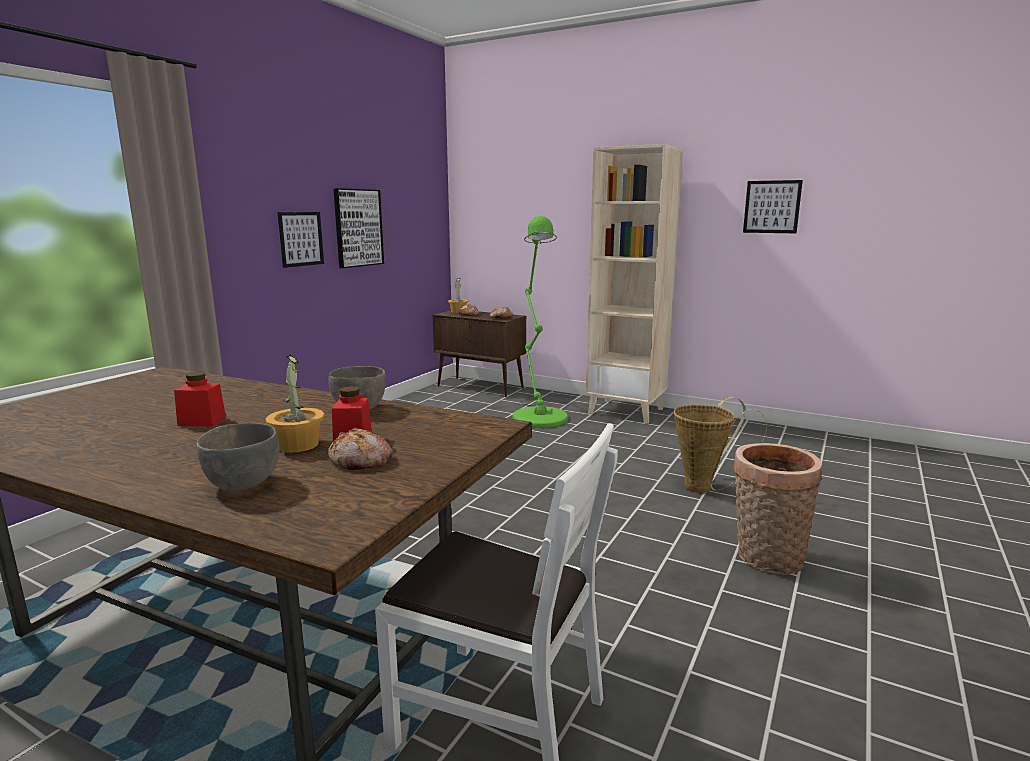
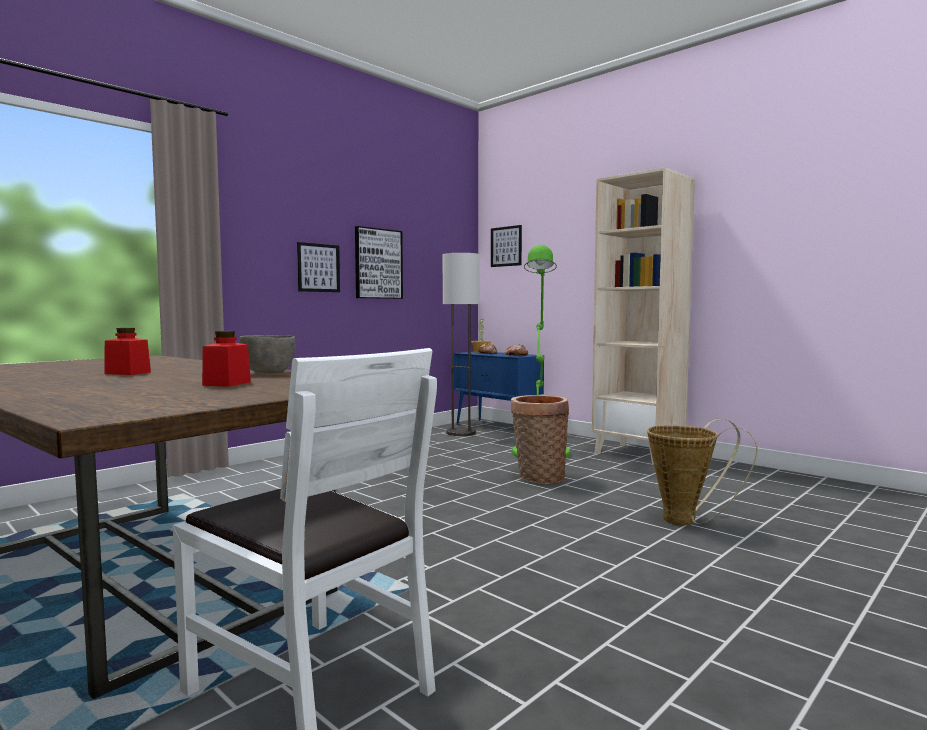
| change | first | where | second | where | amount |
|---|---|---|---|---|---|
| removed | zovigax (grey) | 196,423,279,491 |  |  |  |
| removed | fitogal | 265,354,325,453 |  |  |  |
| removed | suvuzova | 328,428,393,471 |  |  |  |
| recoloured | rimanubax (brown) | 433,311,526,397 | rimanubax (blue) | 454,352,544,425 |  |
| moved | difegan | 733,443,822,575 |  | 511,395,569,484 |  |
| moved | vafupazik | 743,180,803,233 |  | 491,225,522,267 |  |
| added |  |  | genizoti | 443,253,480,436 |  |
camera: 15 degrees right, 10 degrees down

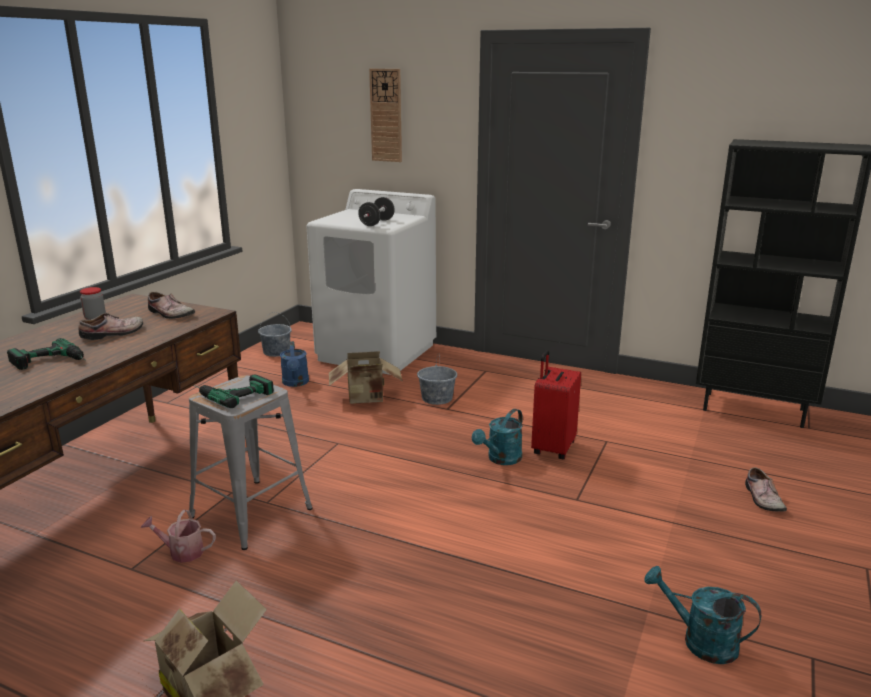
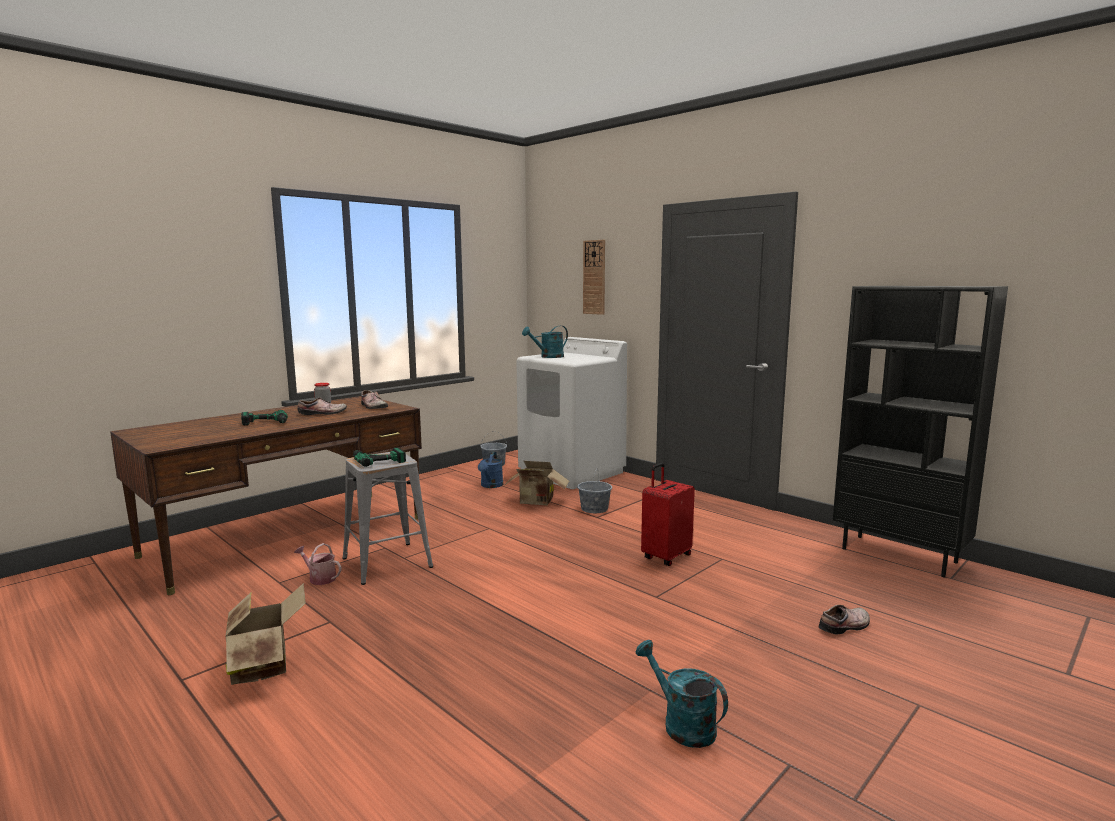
| change | first | where | second | where | amount |
|---|---|---|---|---|---|
| removed | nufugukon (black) | 358,197,395,226 |  |  |  |
| moved | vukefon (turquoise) | 472,409,523,465 |  | 522,326,568,358 |  |
| turned | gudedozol | 745,467,787,512 |  | 819,605,870,634 | 135 degrees counterclockwise |
camera: 20 degrees right, 10 degrees down

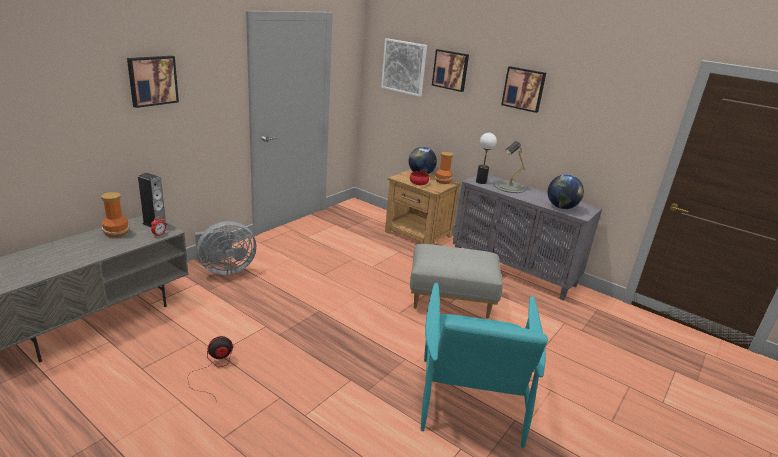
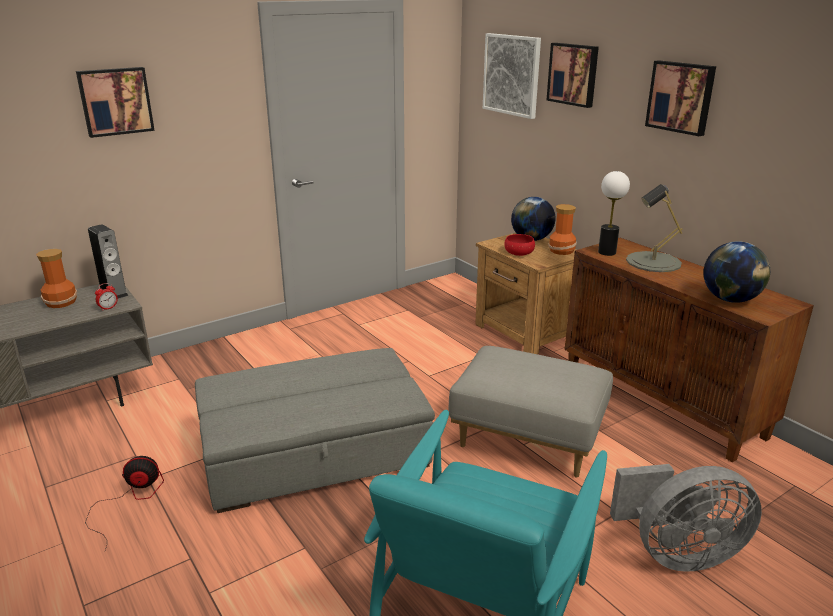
| change | first | where | second | where | amount |
|---|---|---|---|---|---|
| moved | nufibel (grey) | 195,221,256,275 |  | 610,464,762,572 |  |
| recoloured | rimanubax (grey) | 453,174,602,301 | rimanubax (brown) | 564,238,814,462 |  |
| added |  |  | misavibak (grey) | 195,348,435,513 |  |
camera: 20 degrees right, 0 degrees up

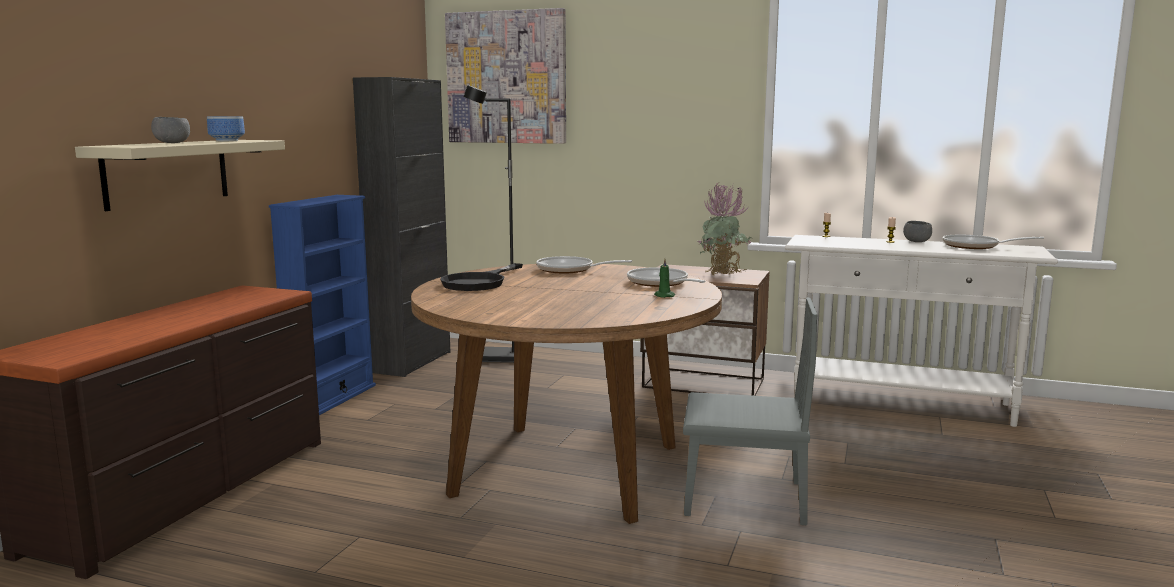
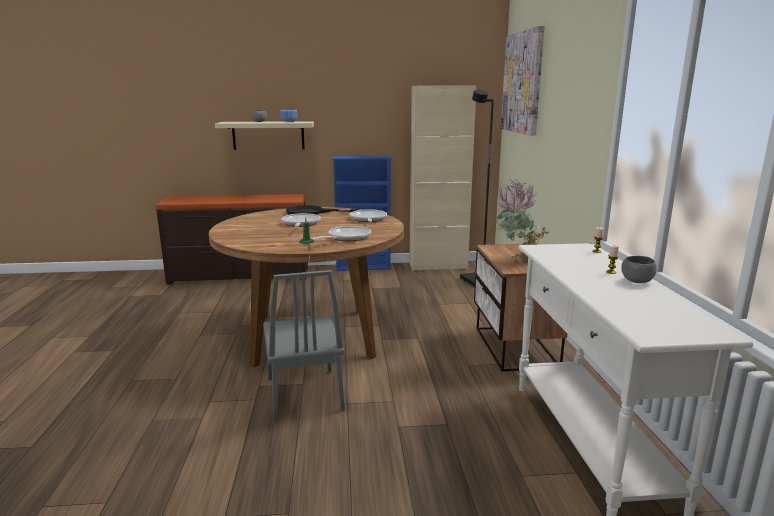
| change | first | where | second | where | amount |
|---|---|---|---|---|---|
| recoloured | rimanubax (black) | 353,77,451,377 | rimanubax (beige) | 409,86,477,271 |  |
| moved | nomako | 943,235,1044,249 |  | 281,213,320,227 |  |
camera: 65 degrees right, 5 degrees up

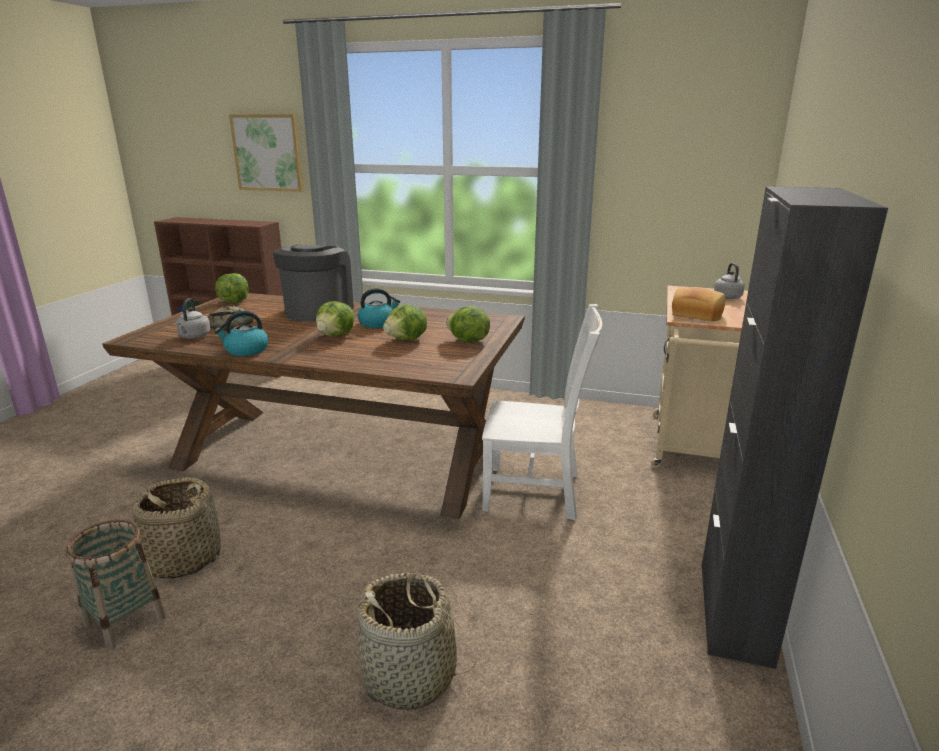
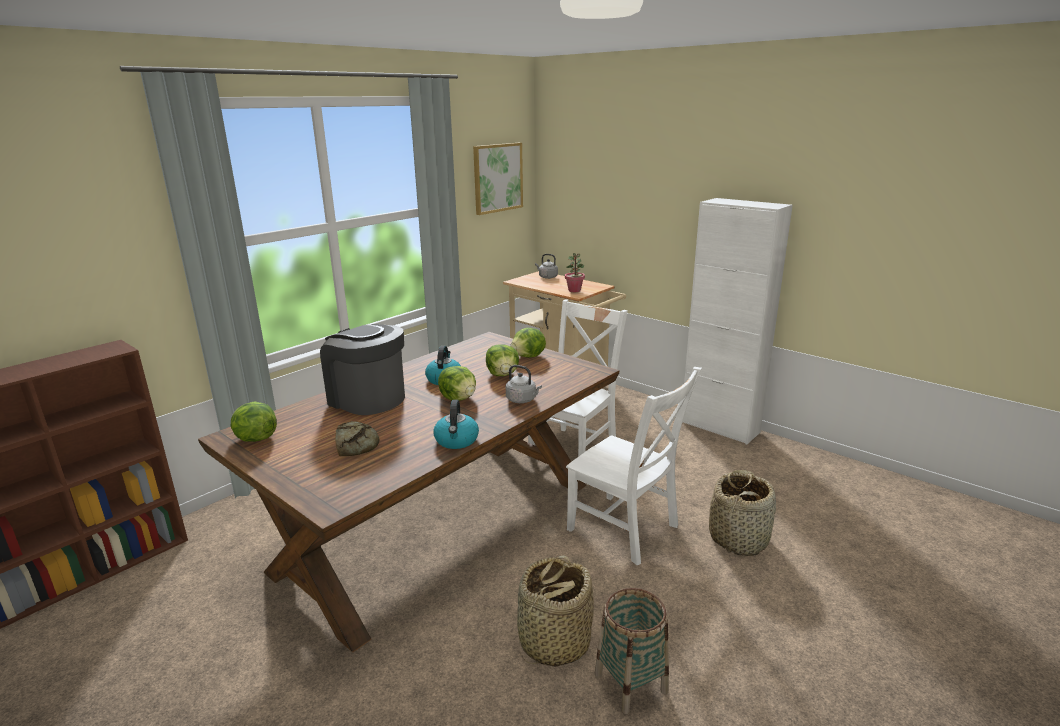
| change | first | where | second | where | amount |
|---|---|---|---|---|---|
| moved | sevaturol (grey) | 176,298,211,339 |  | 506,365,542,403 |  |
| moved | vafupazik | 229,114,304,192 |  | 473,143,523,215 |  |
| replaced | suvuzova | 672,287,725,322 | fitogal | 565,253,585,292 |  |
| recoloured | rimanubax (black) | 702,186,888,669 | rimanubax (white) | 682,198,793,445 |  |
| added |  |  | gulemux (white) | 566,367,702,565 |  |
camera: 65 degrees left, 0 degrees up

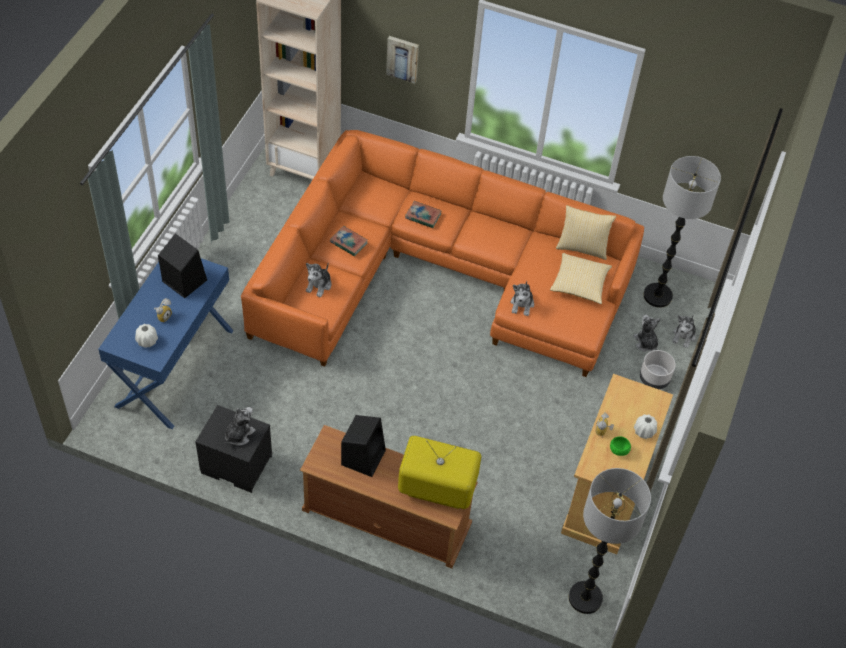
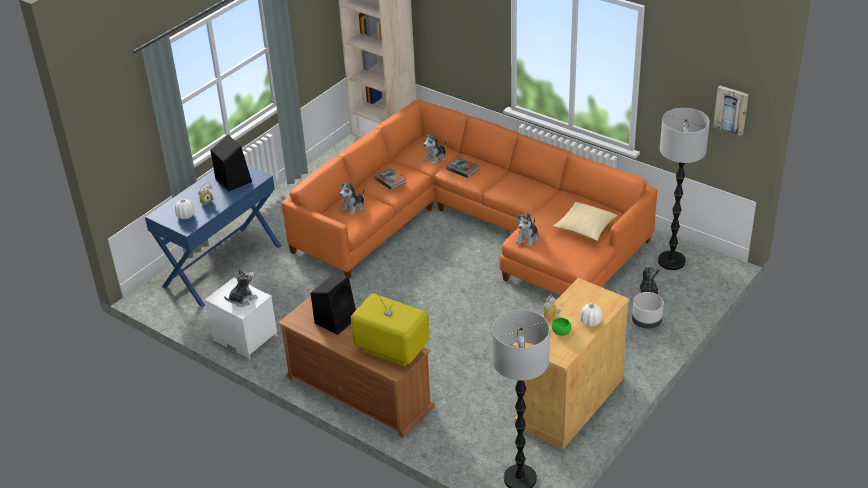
| change | first | where | second | where | amount |
|---|---|---|---|---|---|
| recoloured | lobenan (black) | 195,405,272,493 | lobenan (white) | 205,278,277,359 |  |
| moved | vafupazik | 386,36,419,84 |  | 713,86,749,136 |  |
| removed | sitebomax | 556,205,617,260 |  |  |  |
| moved | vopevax | 672,315,696,348 |  | 423,133,446,165 |  |
camera: 20 degrees right, 15 degrees down

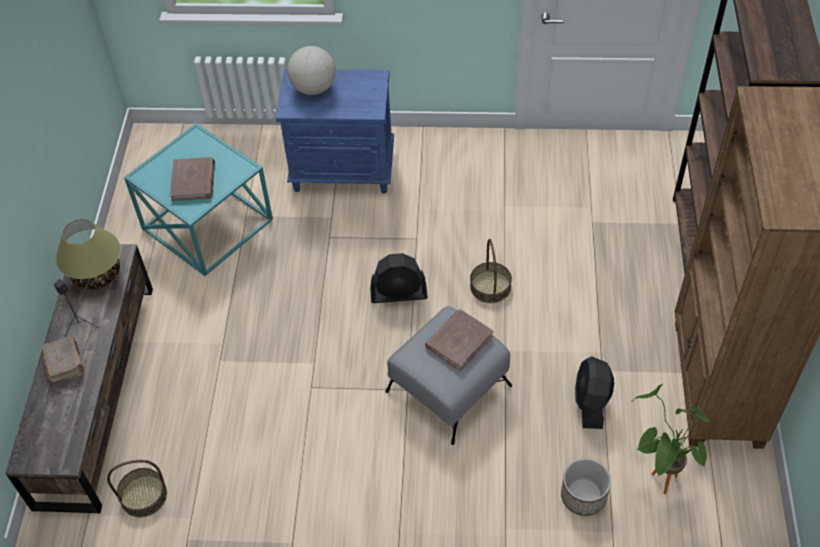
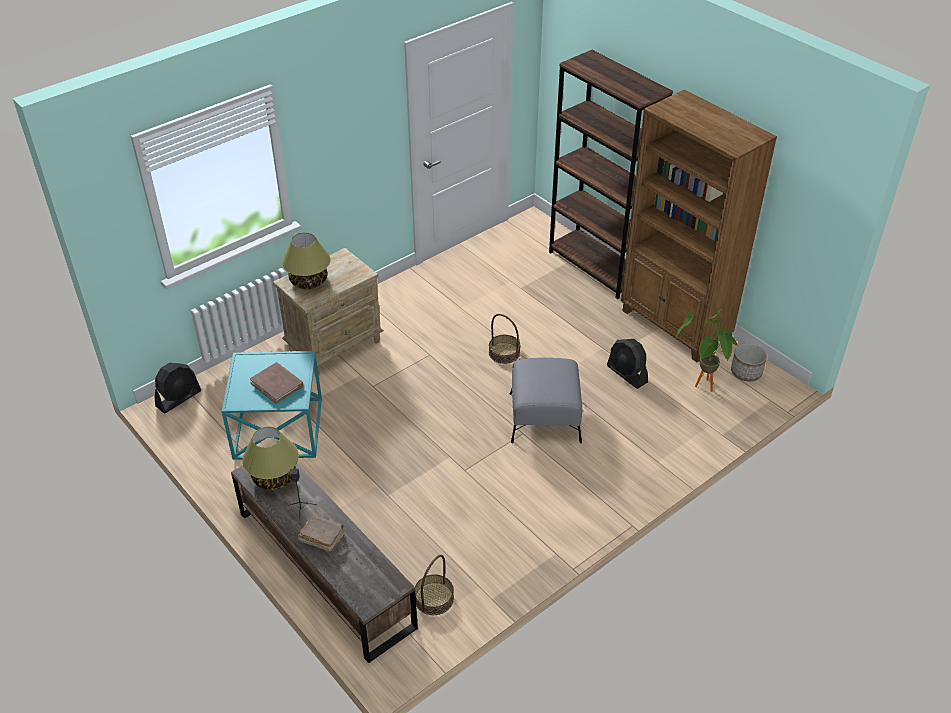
| change | first | where | second | where | amount |
|---|---|---|---|---|---|
| recoloured | lobenan (blue) | 276,69,394,193 | lobenan (beige) | 273,248,384,374 |  |
| replaced | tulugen | 287,46,336,95 | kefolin | 282,232,331,289 |  |
| moved | nufibel (black) | 370,253,428,303 |  | 155,363,201,413 |  |
| removed | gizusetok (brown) | 425,309,493,371 |  |  |  |
| moved | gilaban | 561,458,611,516 |  | 731,343,767,381 |  |
camera: 45 degrees left, 10 degrees down

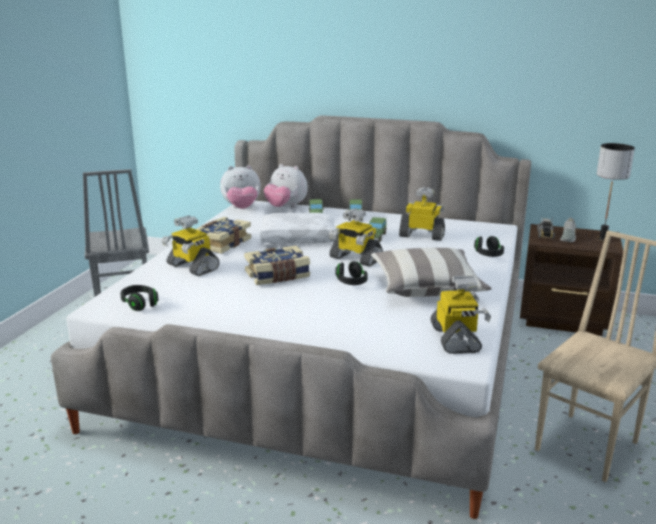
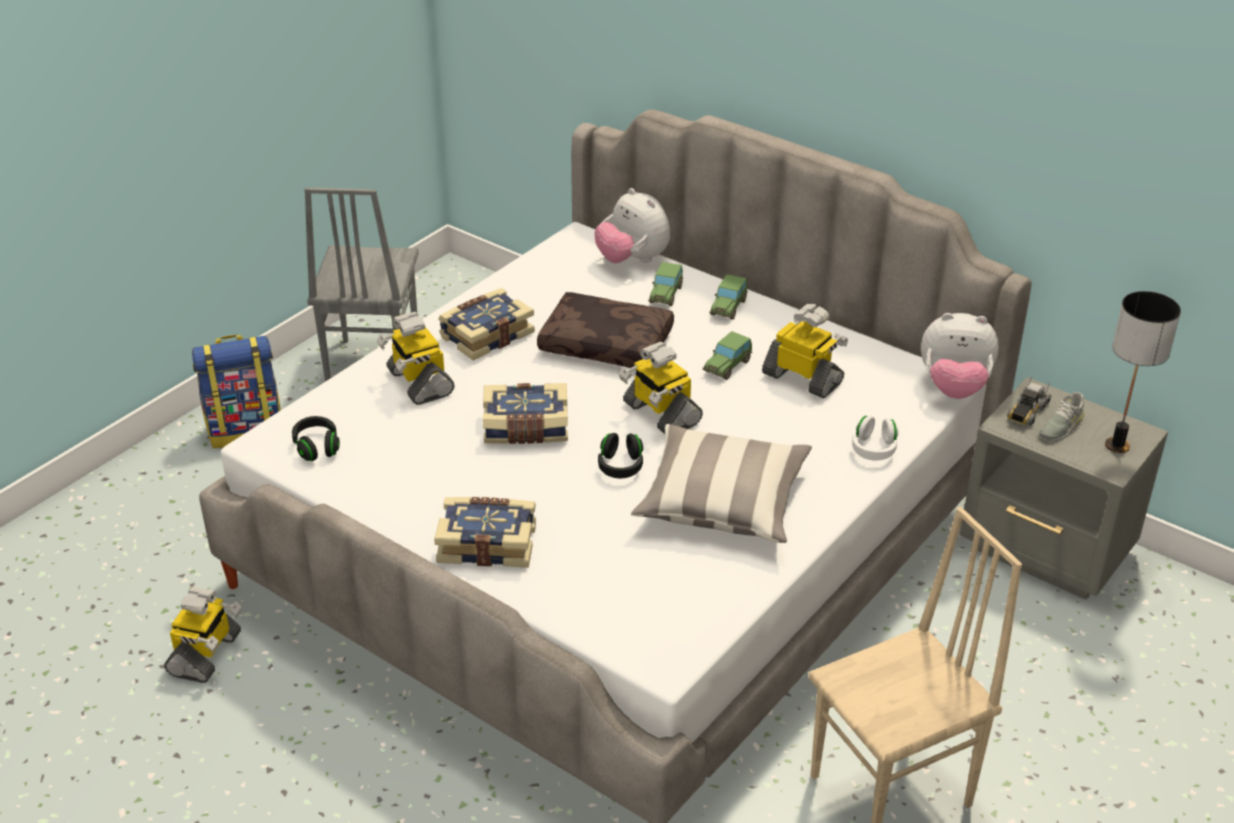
| change | first | where | second | where | amount |
|---|---|---|---|---|---|
| moved | vopevax | 220,165,261,209 |  | 921,313,999,399 |  |
| recoloured | sitebomax (white) | 260,213,335,244 | sitebomax (brown) | 537,292,674,368 |  |
| moved | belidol | 430,275,491,354 |  | 164,586,241,683 |  |
| recoloured | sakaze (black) | 474,236,504,257 | sakaze (white) | 852,415,899,461 |  |
| recoloured | lobenan (brown) | 520,224,623,336 | lobenan (grey) | 960,377,1168,600 |  |
| added |  |  | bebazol | 192,335,281,448 |  |
| added |  |  | gizusetok | 434,497,536,568 |  |
camera: 20 degrees right, 15 degrees up

